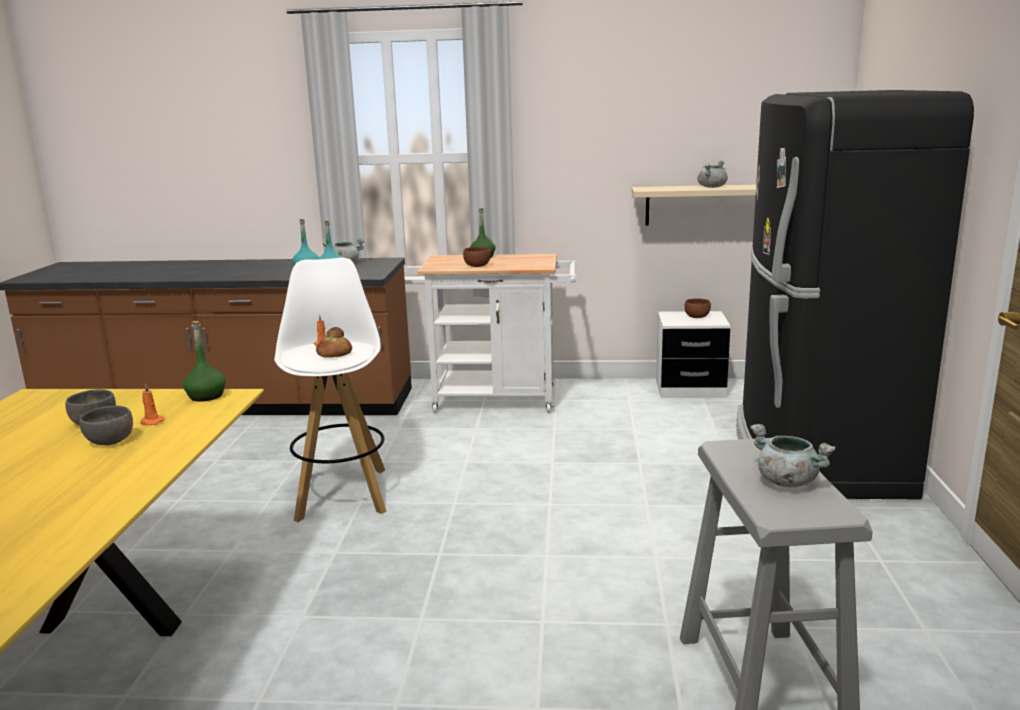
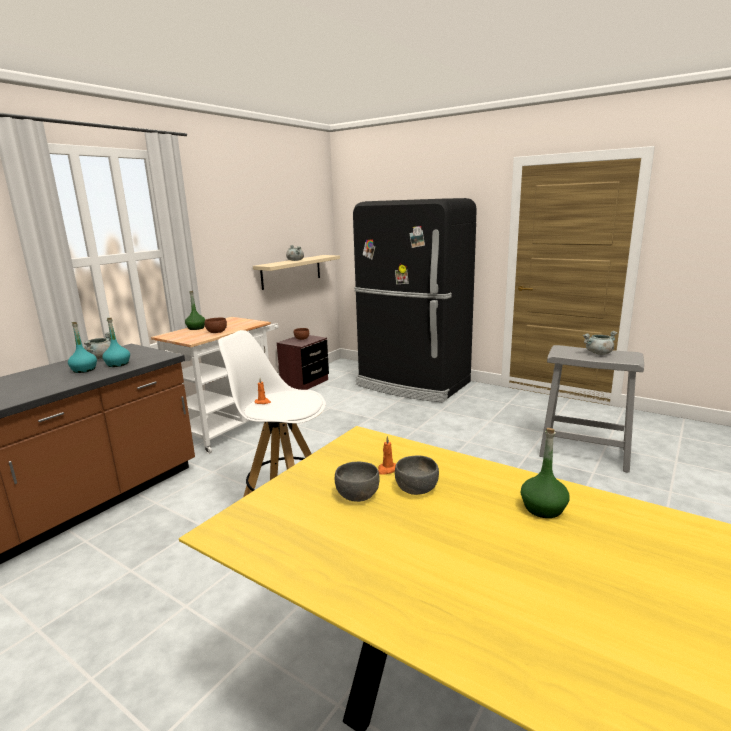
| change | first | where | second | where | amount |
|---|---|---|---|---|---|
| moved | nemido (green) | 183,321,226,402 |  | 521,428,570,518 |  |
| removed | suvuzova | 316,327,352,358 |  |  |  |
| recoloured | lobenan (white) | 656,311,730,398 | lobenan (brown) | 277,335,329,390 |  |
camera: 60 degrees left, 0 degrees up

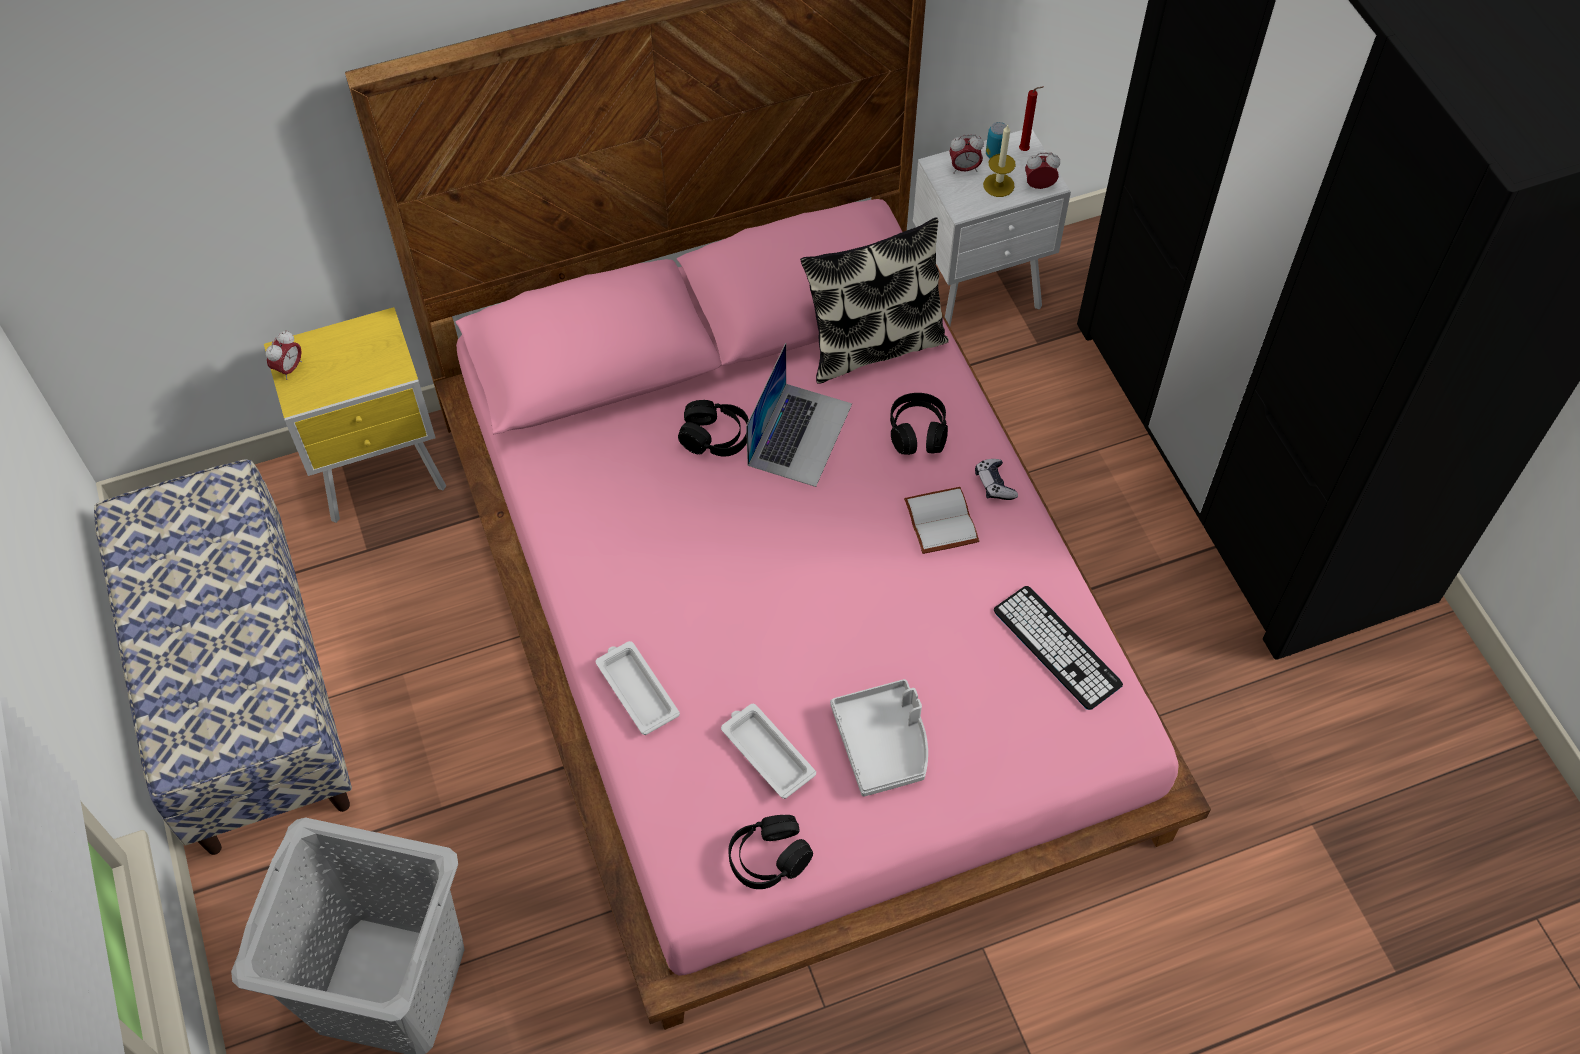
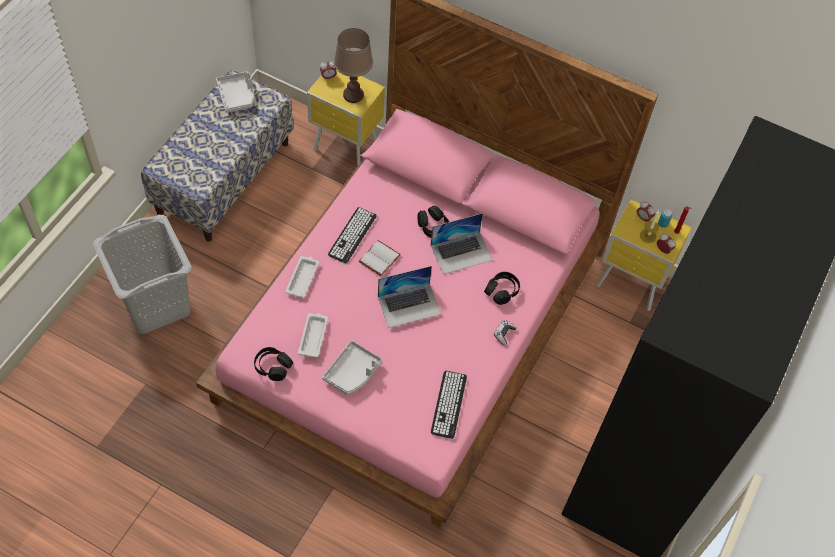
| change | first | where | second | where | amount |
|---|---|---|---|---|---|
| removed | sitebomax | 800,217,949,384 |  |  |  |
| moved | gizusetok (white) | 904,487,979,554 |  | 359,240,401,276 |  |
| recoloured | lobenan (white) | 913,130,1071,326 | lobenan (yellow) | 596,200,692,311 |  |
| added |  |  | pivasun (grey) | 216,71,254,113 |  |
| added |  |  | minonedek | 328,207,377,263 |  |
| added |  |  | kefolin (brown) | 334,28,373,103 |  |
| added |  |  | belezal | 378,266,441,328 |  |
camera: 45 degrees right, 0 degrees up

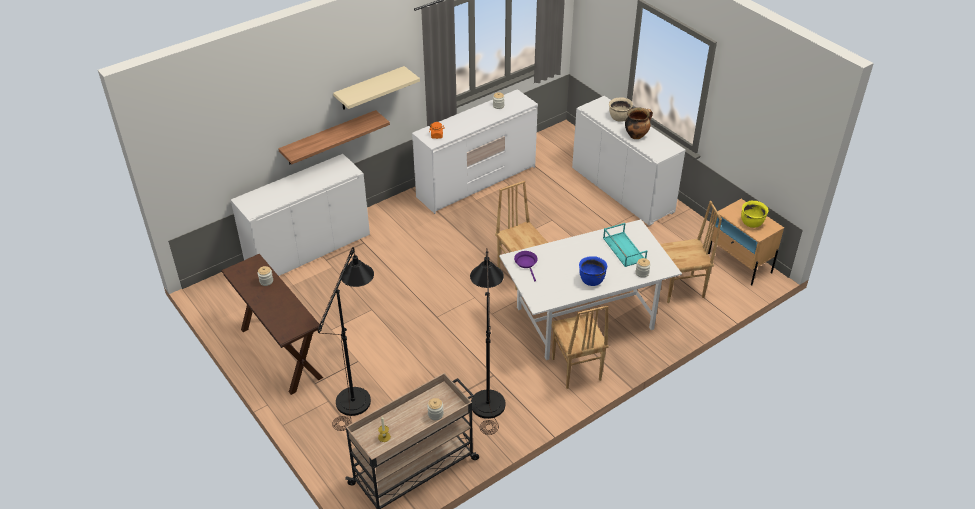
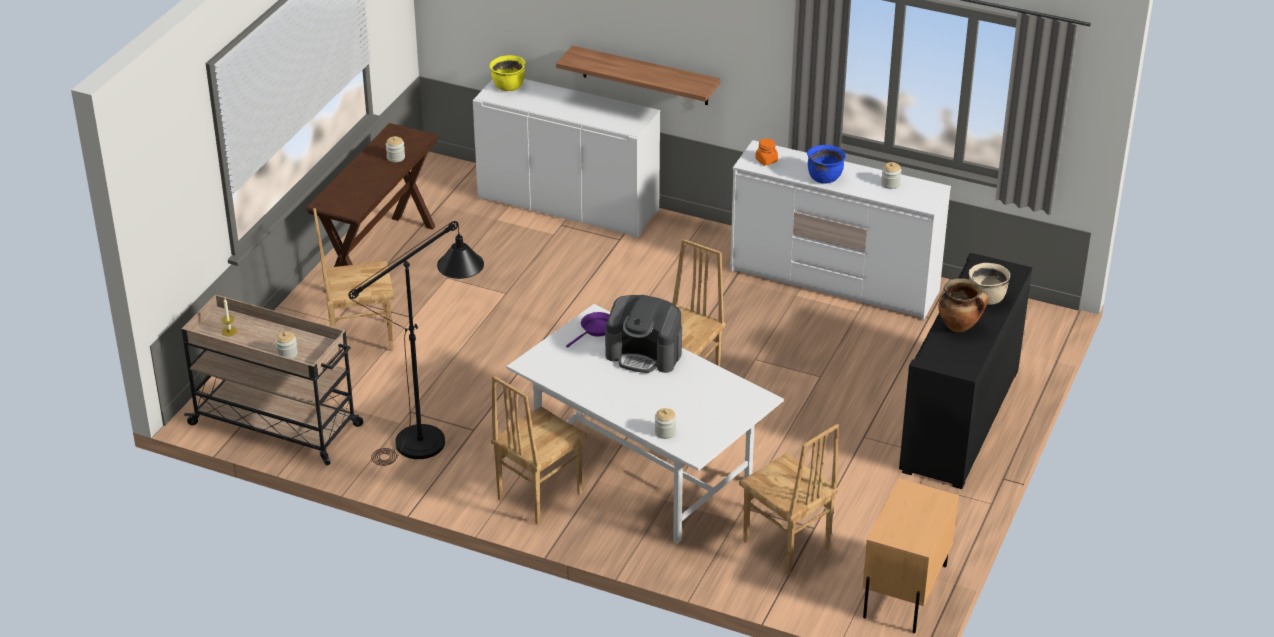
| change | first | where | second | where | amount |
|---|---|---|---|---|---|
| replaced | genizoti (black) | 317,247,374,431 | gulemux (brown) | 313,208,394,358 |  |
| removed | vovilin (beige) | 333,66,420,110 |  |  |  |
| recoloured | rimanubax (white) | 572,96,685,226 | rimanubax (black) | 899,253,1032,489 |  |
| moved | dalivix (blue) | 579,256,607,286 |  | 807,145,846,184 |  |
| removed | pivasun (turquoise) | 603,223,647,267 |  |  |  |
| moved | dalivix (yellow) | 741,201,769,228 |  | 489,55,525,91 |  |
| added |  |  | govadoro | 605,295,682,373 |  |
camera: 60 degrees right, 5 degrees down

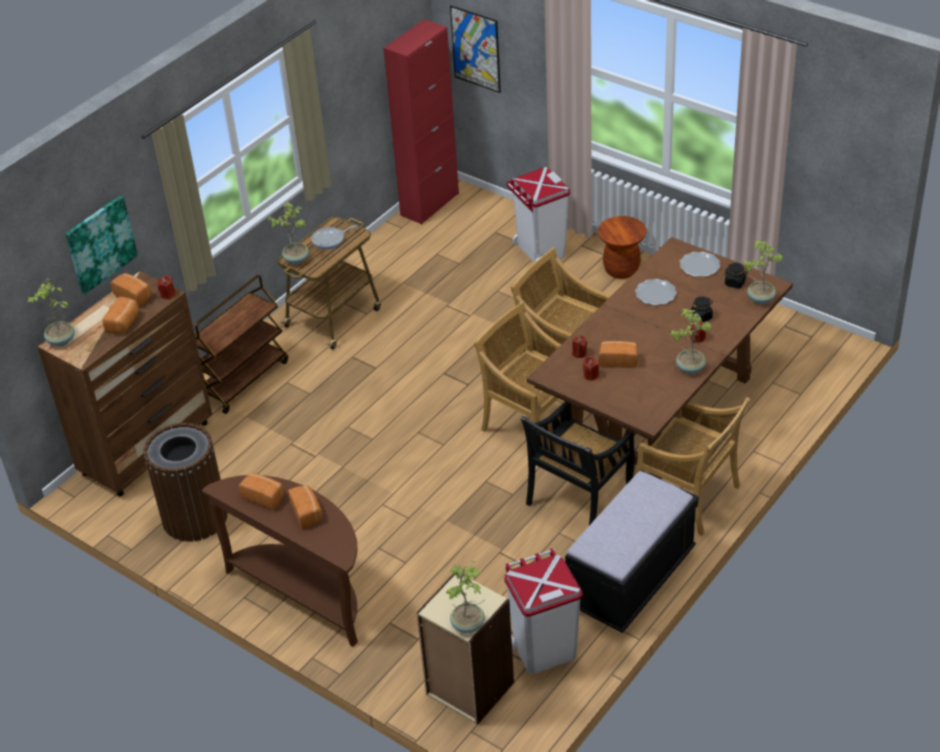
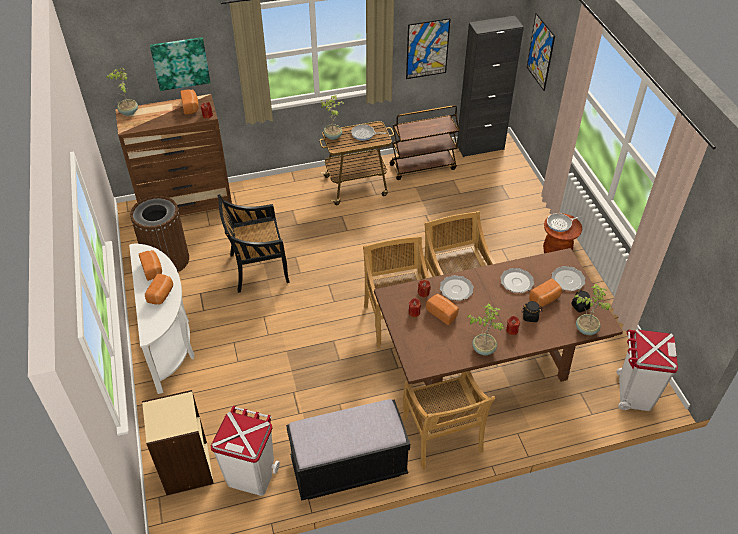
| change | first | where | second | where | amount |
|---|---|---|---|---|---|
| moved | suvuzova | 102,297,139,334 |  | 529,279,562,307 |  |
| moved | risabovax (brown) | 195,275,288,414 |  | 390,105,460,180 |  |
| recoloured | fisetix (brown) | 202,475,358,647 | fisetix (white) | 129,243,195,394 |  |
| recoloured | rimanubax (red) | 383,19,459,224 | rimanubax (black) | 457,16,524,157 |  |
| removed | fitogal | 445,561,485,633 |  |  |  |
| moved | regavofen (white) | 506,167,570,263 |  | 617,329,678,411 |  |
| moved | gulemux (black) | 521,401,635,525 |  | 218,194,290,293 |  |
| added |  |  | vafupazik | 406,18,450,79 |  |
| added |  |  | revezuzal | 440,275,474,301 |  |
| added |  |  | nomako | 547,213,583,232 |  |
camera: 35 degrees right, 5 degrees up

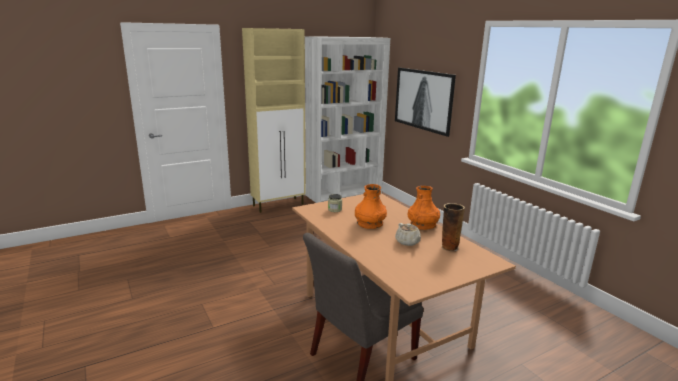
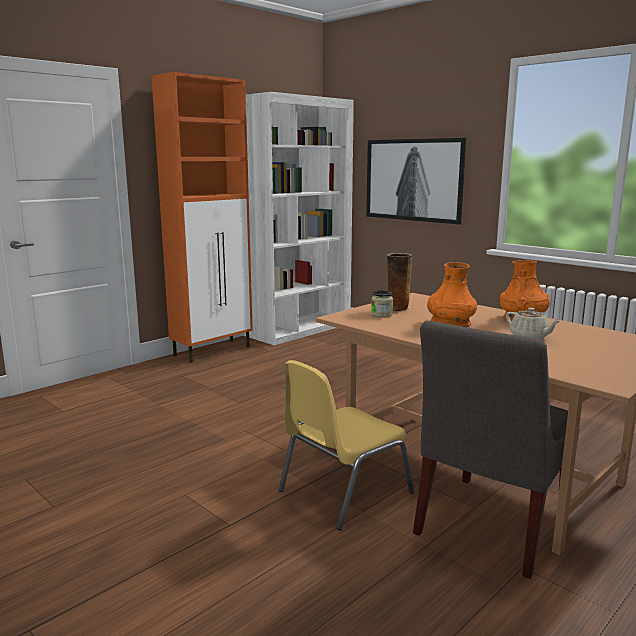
| change | first | where | second | where | amount |
|---|---|---|---|---|---|
| recoloured | rimanubax (beige) | 242,28,306,213 | rimanubax (orange) | 151,72,253,363 |  |
| moved | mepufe | 441,203,465,251 |  | 387,253,413,311 |  |
| added |  |  | gulemux (yellow) | 279,360,414,530 |  |
camera: 15 degrees left, 5 degrees down

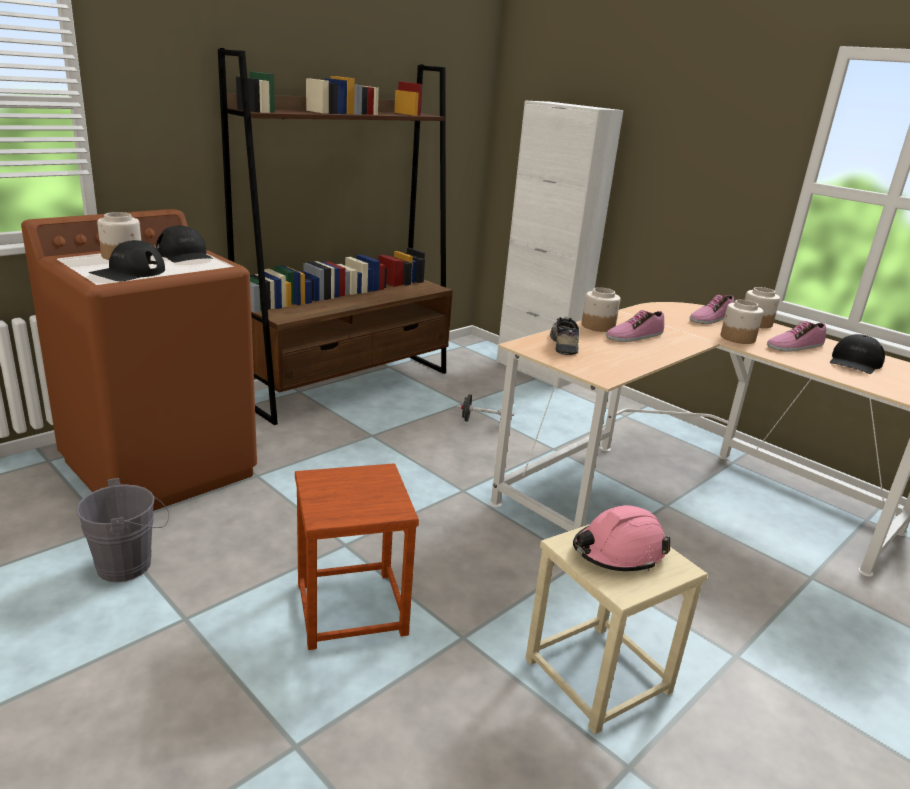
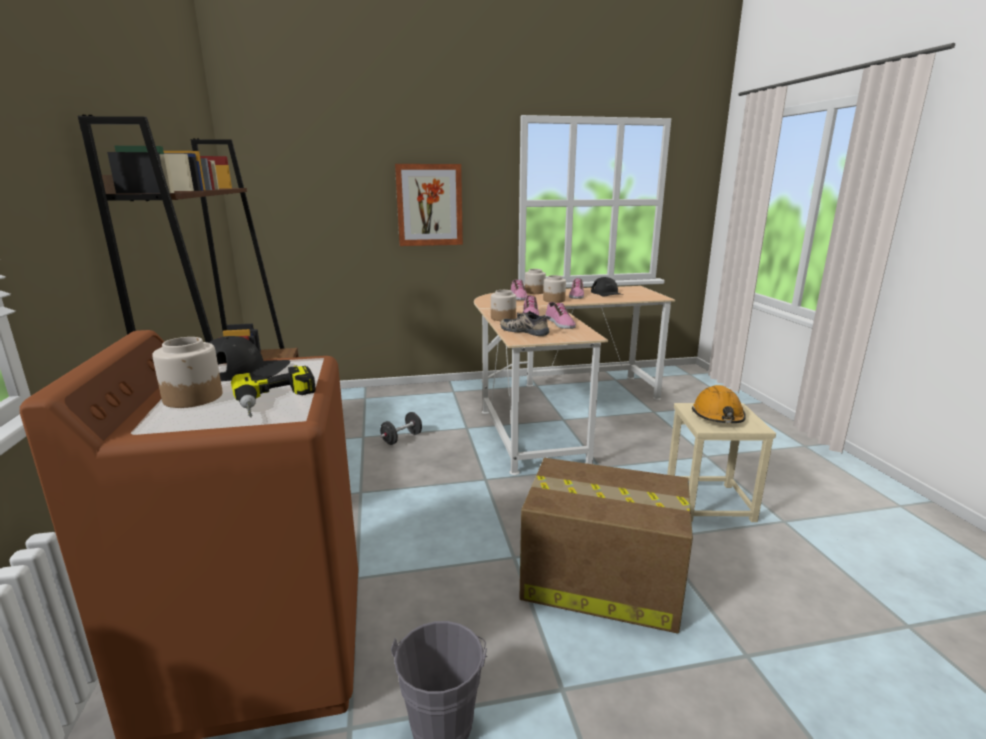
| change | first | where | second | where | amount |
|---|---|---|---|---|---|
| replaced | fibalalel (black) | 89,240,165,281 | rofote | 231,366,316,417 |  |
| replaced | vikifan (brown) | 295,463,419,650 | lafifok | 520,458,693,634 |  |
| removed | rimanubax (white) | 496,101,624,389 |  |  |  |
| recoloured | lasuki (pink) | 573,505,670,571 | lasuki (orange) | 692,385,746,423 |  |
| added |  |  | vafupazik | 395,164,463,246 |  |
| added |  |  | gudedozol | 546,302,576,329 |  |
camera: 55 degrees left, 5 degrees down

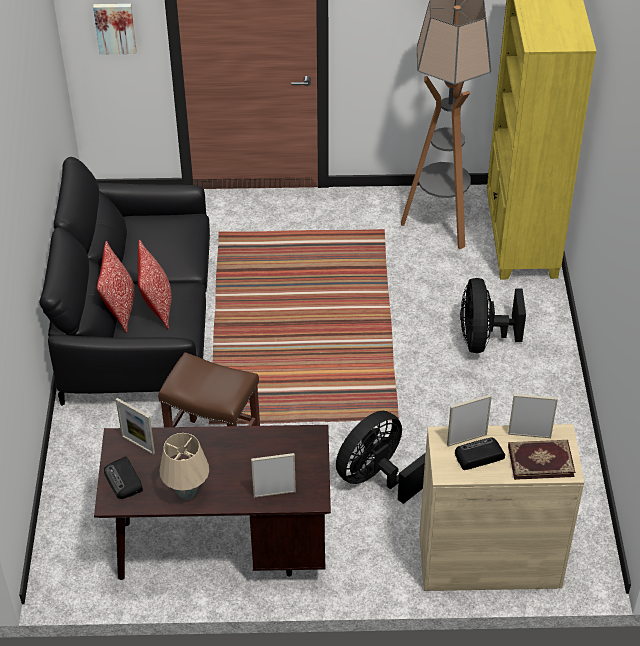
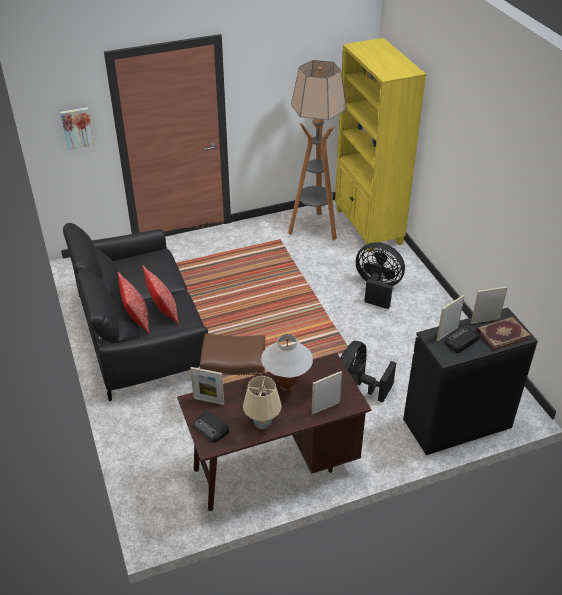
| change | first | where | second | where | amount |
|---|---|---|---|---|---|
| recoloured | rimanubax (beige) | 419,424,584,591 | rimanubax (black) | 403,308,538,455 |  |
| turned | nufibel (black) | 460,278,526,353 |  | 356,242,405,309 | 135 degrees clockwise |
| added |  |  | kefolin (white) | 261,334,313,392 |  |
camera: 20 degrees left, 5 degrees down

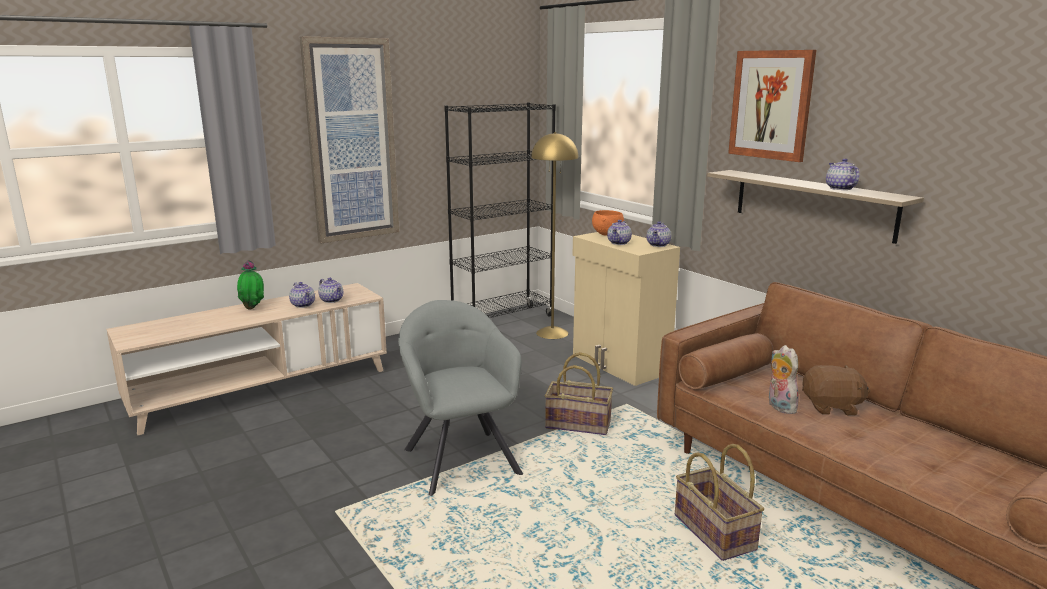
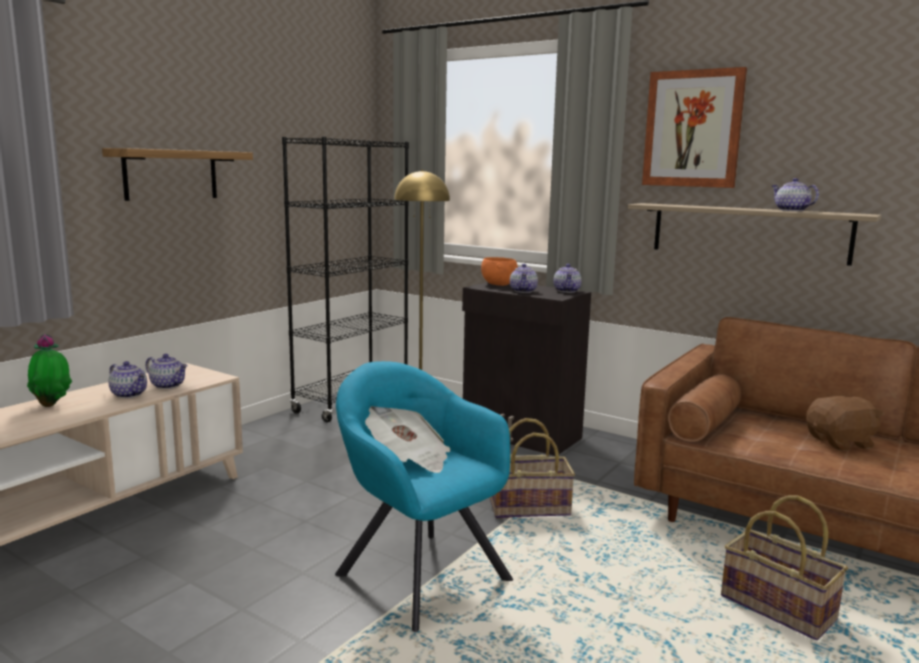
| change | first | where | second | where | amount |
|---|---|---|---|---|---|
| replaced | vafupazik | 300,36,399,243 | vovilin | 102,148,253,201 |  |
| recoloured | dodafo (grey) | 398,300,523,496 | dodafo (turquoise) | 335,361,513,632 |  |
| recoloured | rimanubax (beige) | 572,232,680,386 | rimanubax (black) | 462,282,591,456 |  |
| removed | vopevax | 769,345,801,414 |  |  |  |
| added |  |  | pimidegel | 365,406,450,473 |  |
camera: 20 degrees left, 5 degrees down

